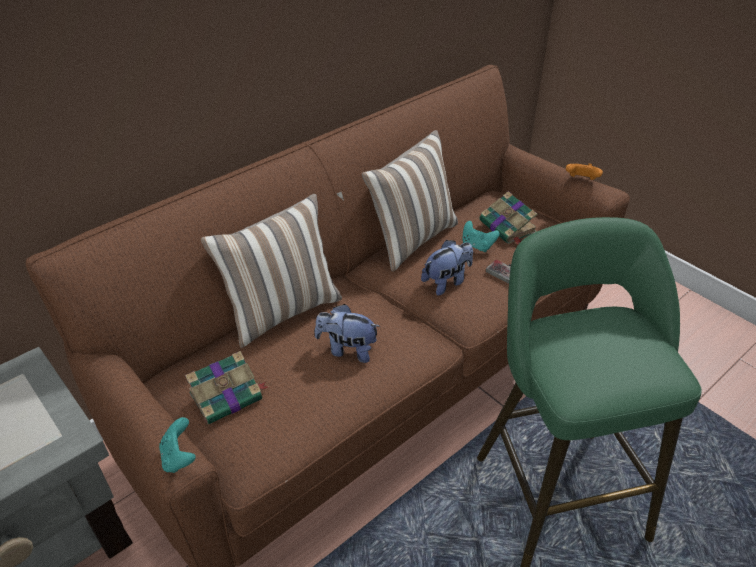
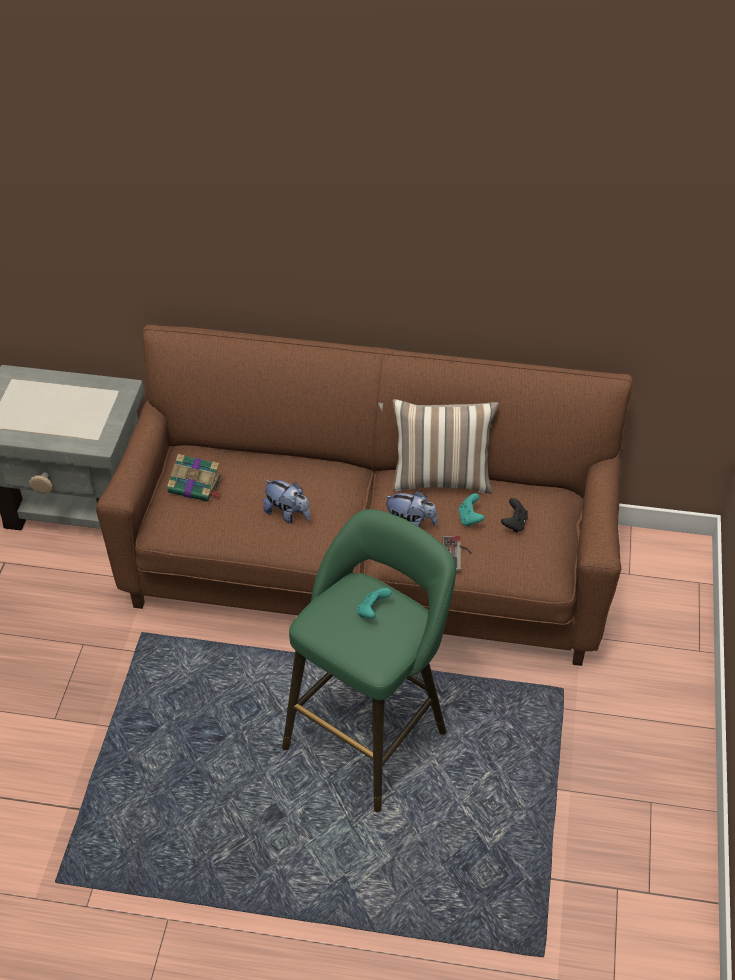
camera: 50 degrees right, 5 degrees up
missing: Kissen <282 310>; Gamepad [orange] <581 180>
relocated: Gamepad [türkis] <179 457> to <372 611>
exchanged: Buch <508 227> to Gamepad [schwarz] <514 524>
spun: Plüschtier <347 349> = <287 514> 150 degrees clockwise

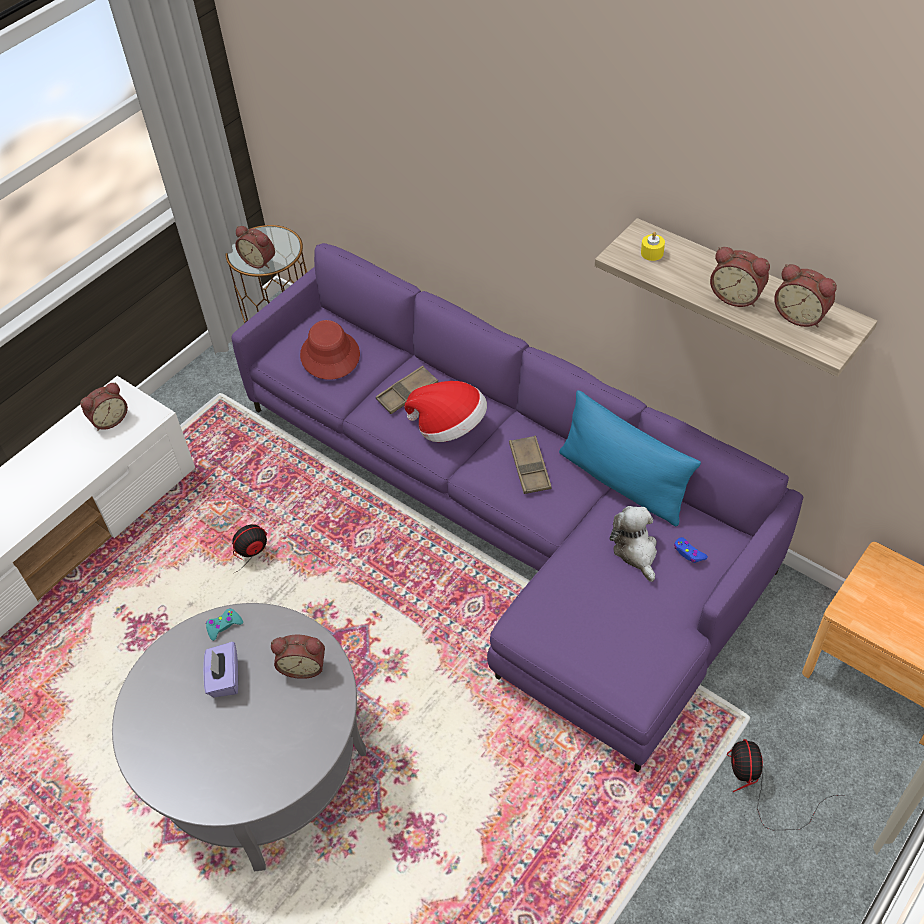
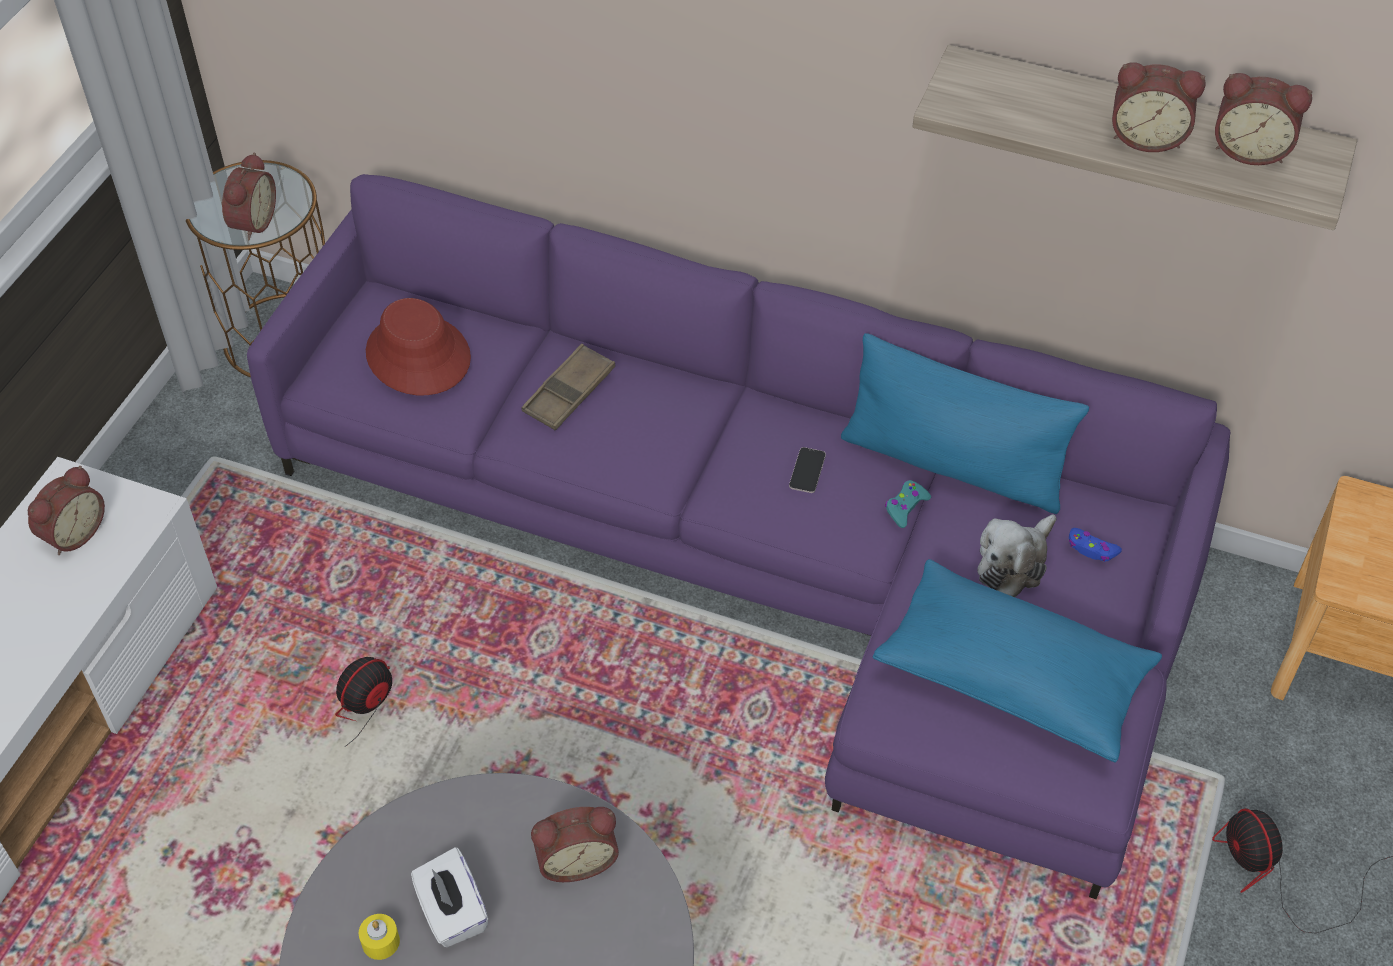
camera: 20 degrees left, 0 degrees up
missing: Hut <450 427>
appeared: Kissen [blau] <1012 678>
relocated: Gamepad [türkis] <224 626> to <905 507>; Kerze [gelb] <652 253> to <380 942>
exchanged: Tablett [braun] <530 468> to Handy <807 471>
colour: Taschentuchbox [lila] <224 678> to Taschentuchbox [weiß] <452 912>
spun: Wecker <260 261> = <251 222> 90 degrees counterclockwise; Plüschtier <636 551> = <1014 563> 105 degrees counterclockwise

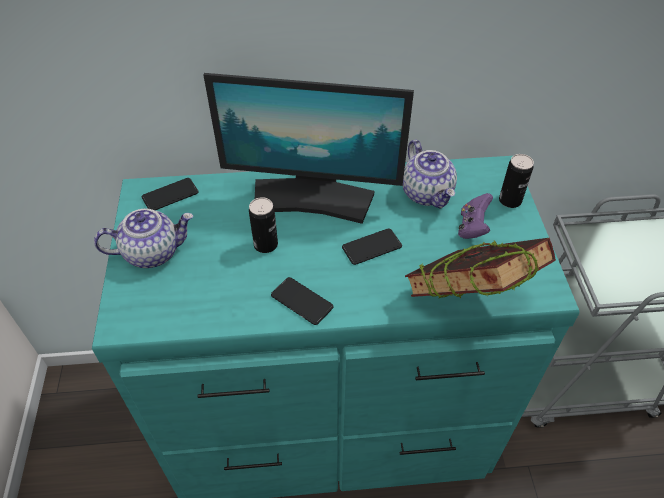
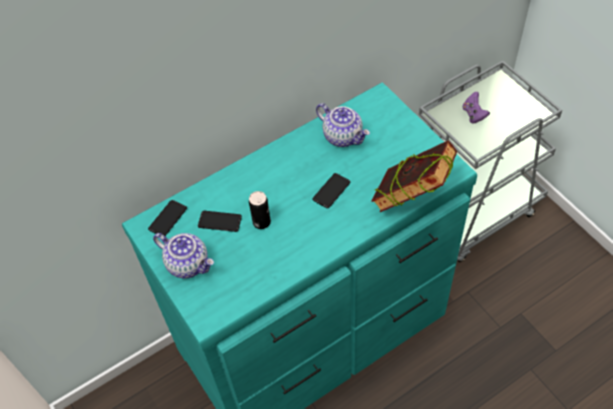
camera: 25 degrees left, 5 degrees up
missing: Monitor <312 198>; Dose <510 200>
relocated: Handy <302 301> to <220 221>; Gamepad [lila] <472 227> to <473 114>
spun: Teekanne <152 252> = <188 264> 75 degrees clockwise

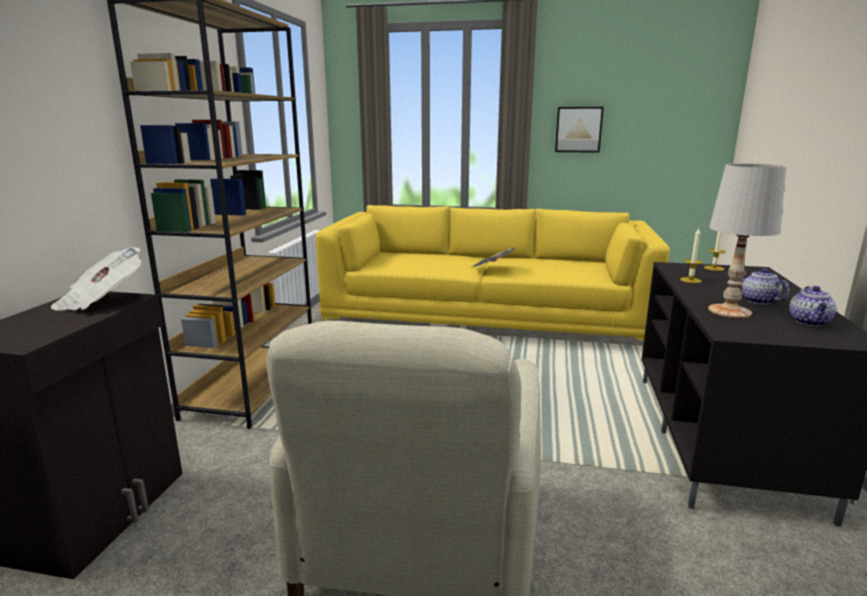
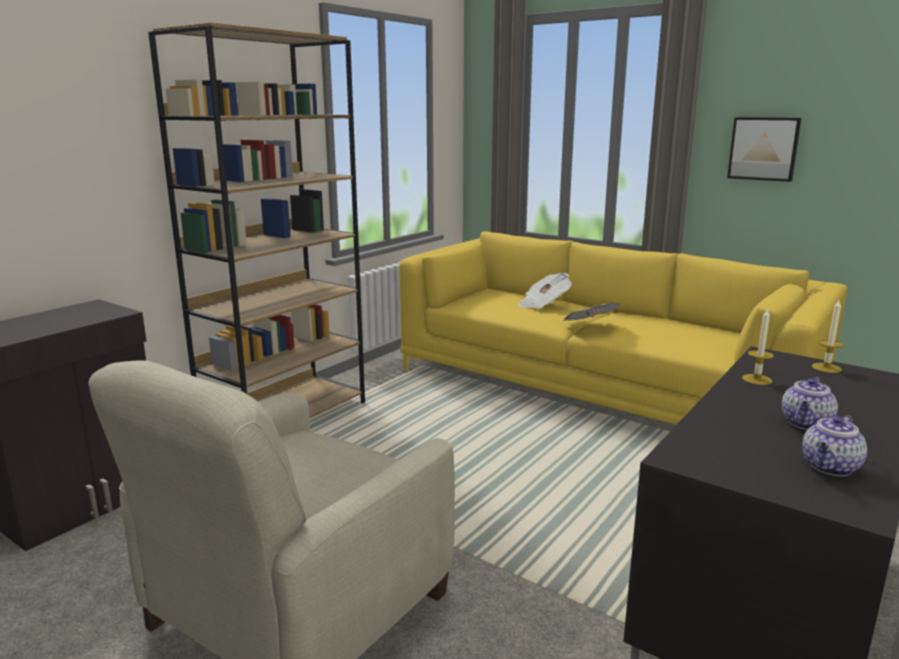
camera: 25 degrees right, 0 degrees up
missing: Tischlampe [weiß] <730 311>
relocated: Zeitung <102 301> to <543 304>
spun: Teekanne <758 301> = <806 424> 150 degrees counterclockwise

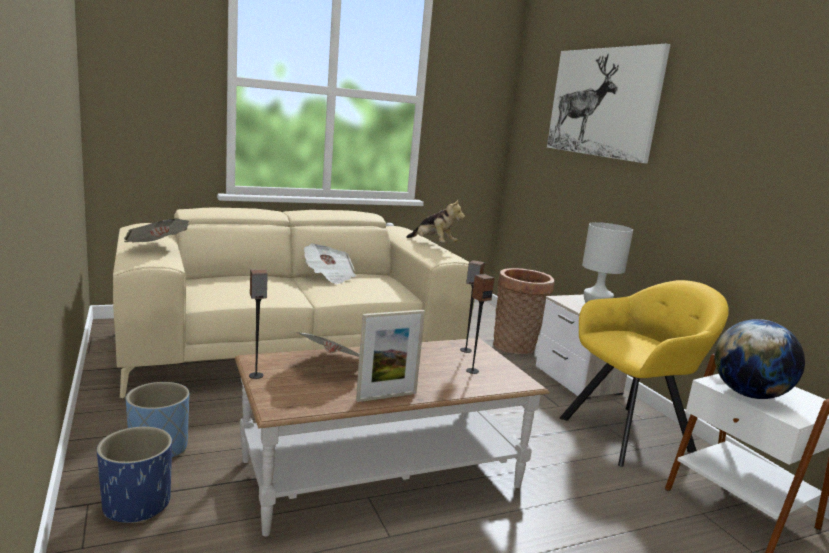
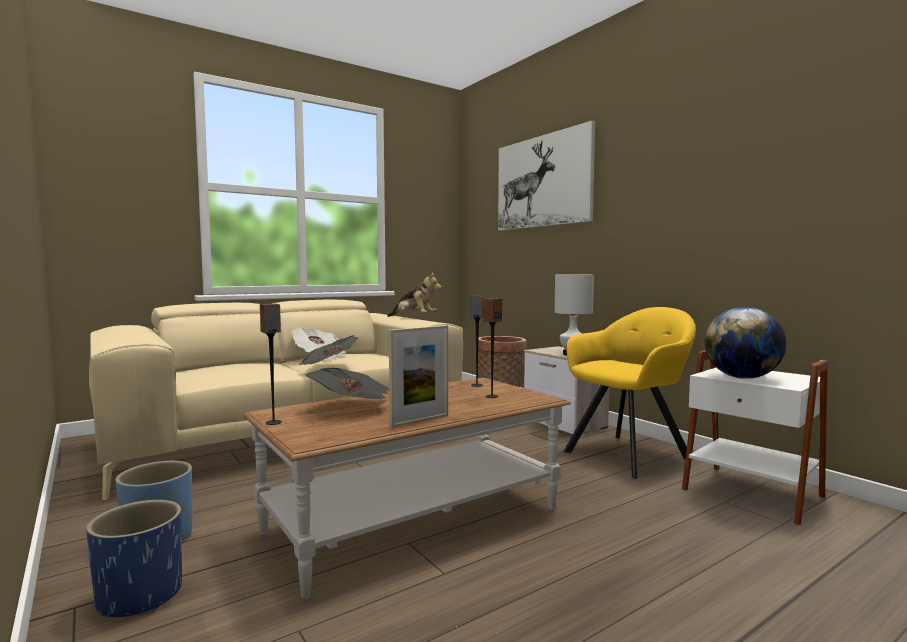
camera: 10 degrees left, 10 degrees down
relocated: Zeitung <156 248> to <328 367>

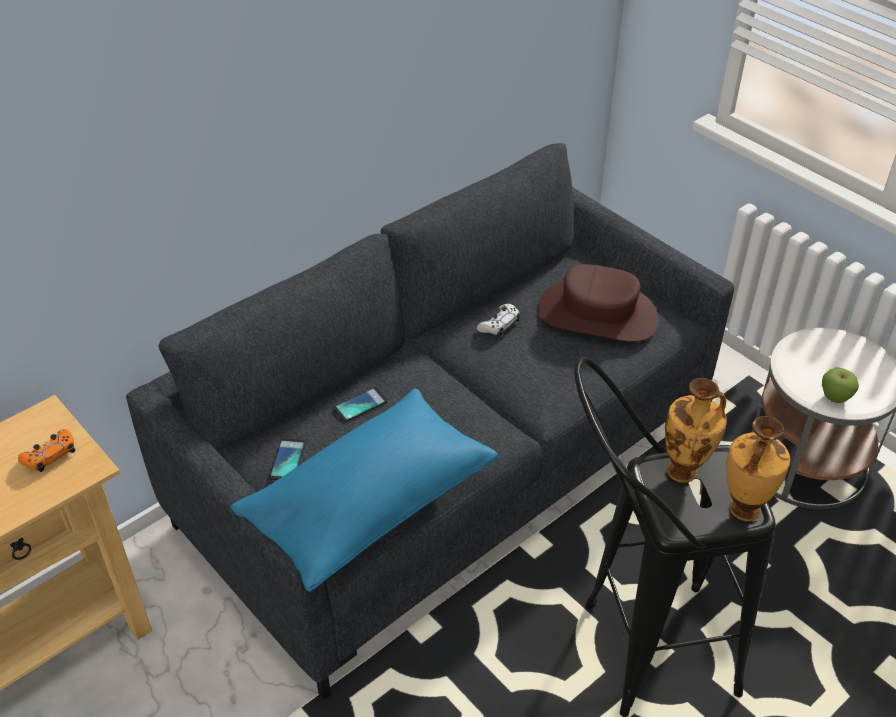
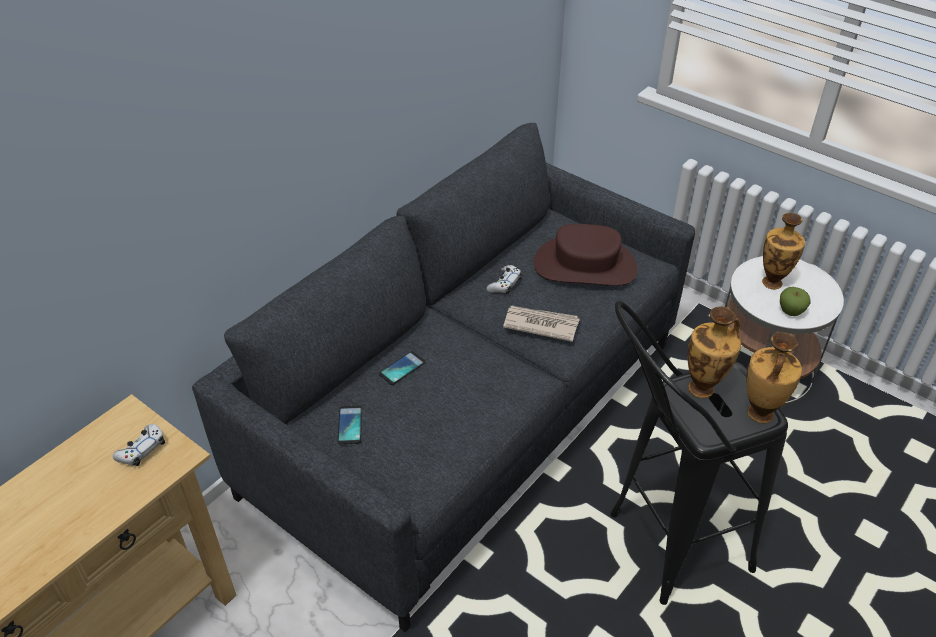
camera: 10 degrees left, 0 degrees up
missing: Kissen [blau] <369 504>
appeared: Zeitung <540 324>; Vase <772 282>
colour: Gamepad [orange] <50 455> to Gamepad [weiß] <141 449>

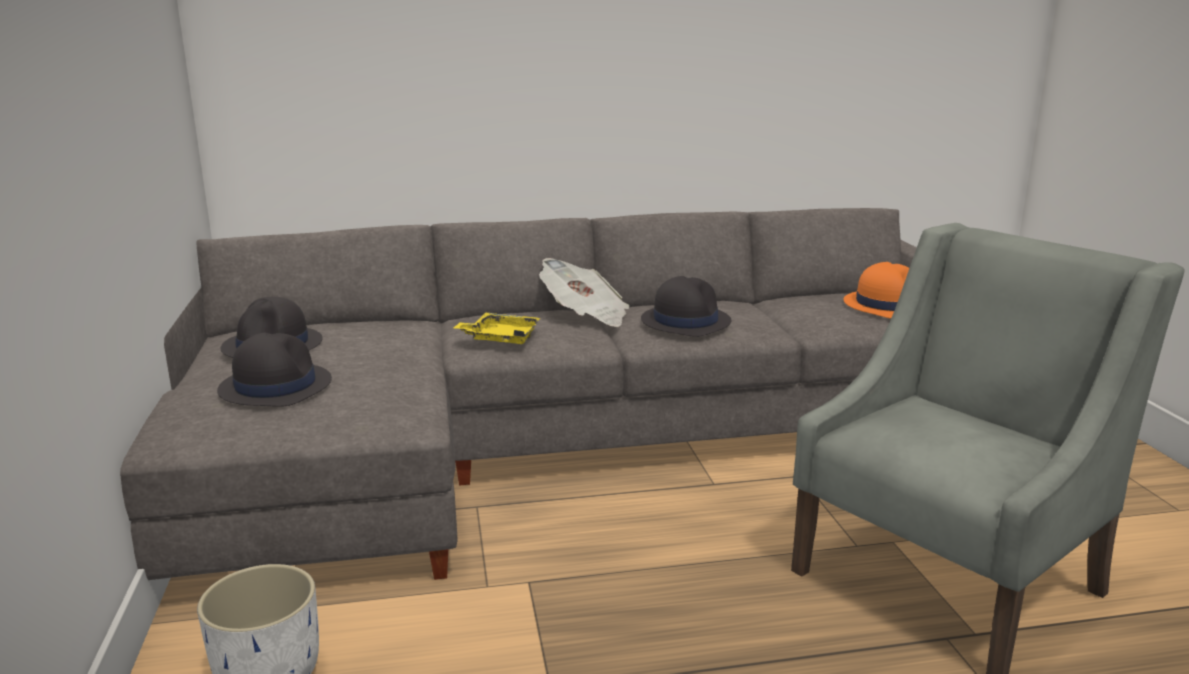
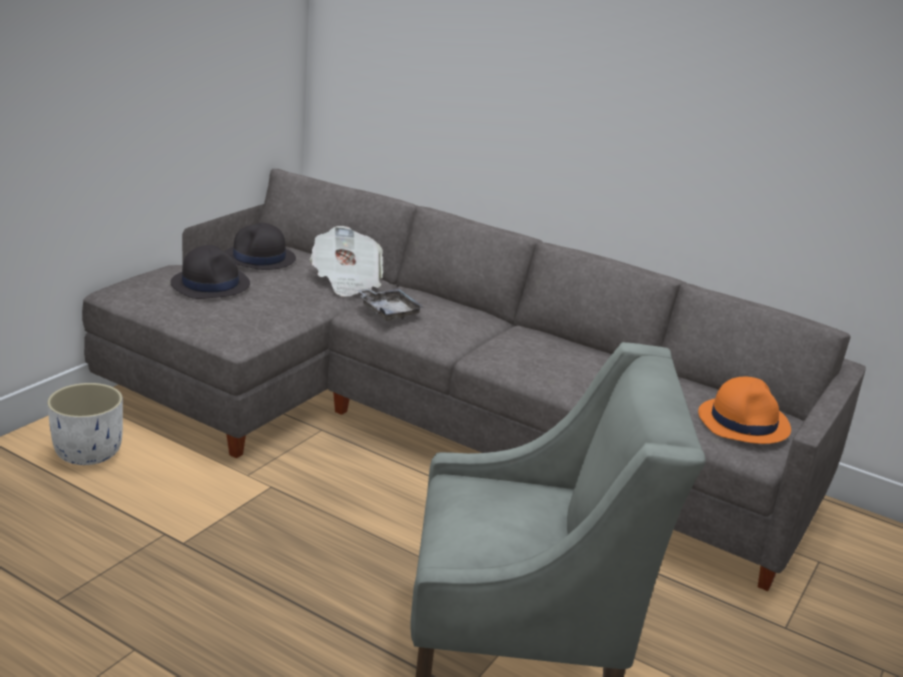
camera: 40 degrees right, 5 degrees up
missing: Hut [schwarz] <685 321>
relocated: Zeitung <585 316> to <346 281>
colour: Tablett [gelb] <500 338> to Tablett [grau] <388 311>

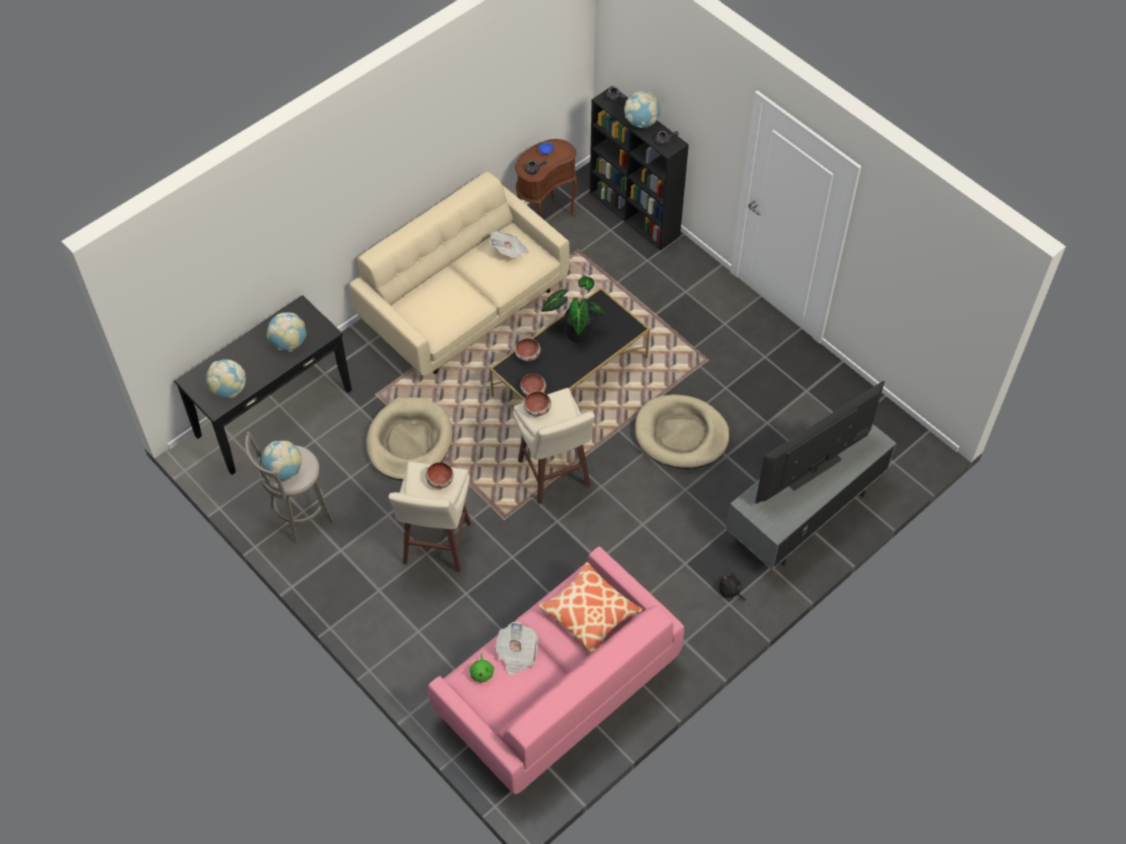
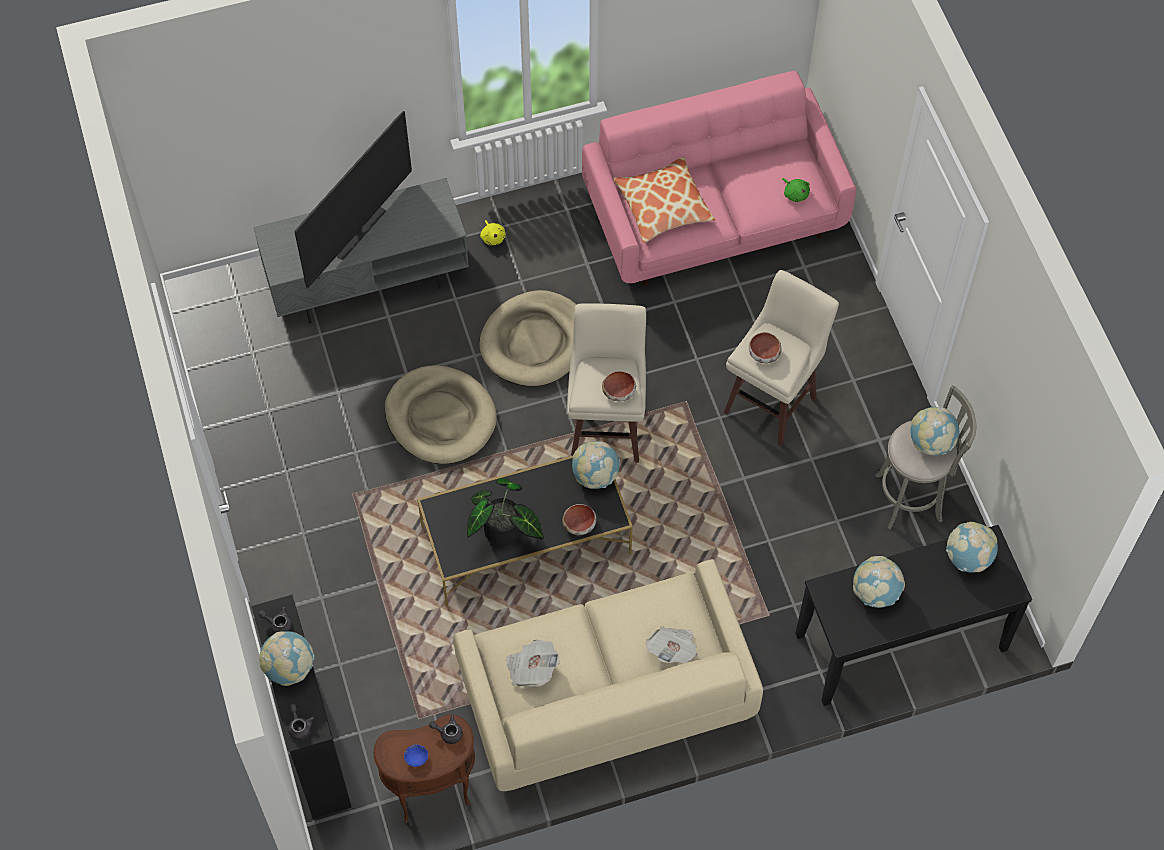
camera: 155 degrees left, 5 degrees up
relocated: Hundebett [beige] <409 441> to <534 342>; Zeitung <516 654> to <673 649>
exchanged: Schüssel <533 391> to Globus <595 475>
colour: Plüschtier [schwarz] <730 591> to Plüschtier [gelb] <493 237>
spun: Plüschtier [grün] <482 672> = <795 193> 120 degrees clockwise; Fernseher <813 471> = <359 232> 45 degrees counterclockwise

